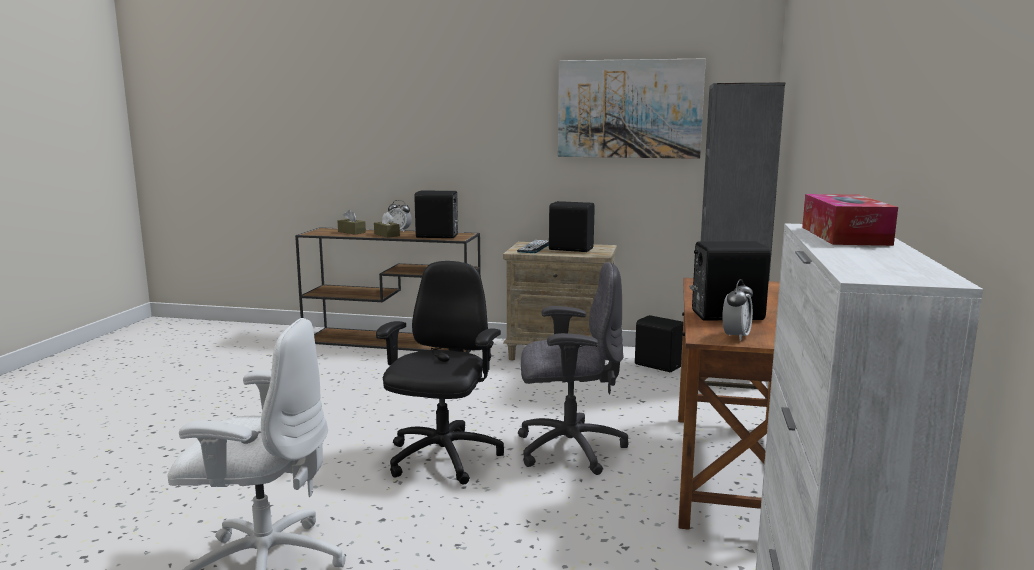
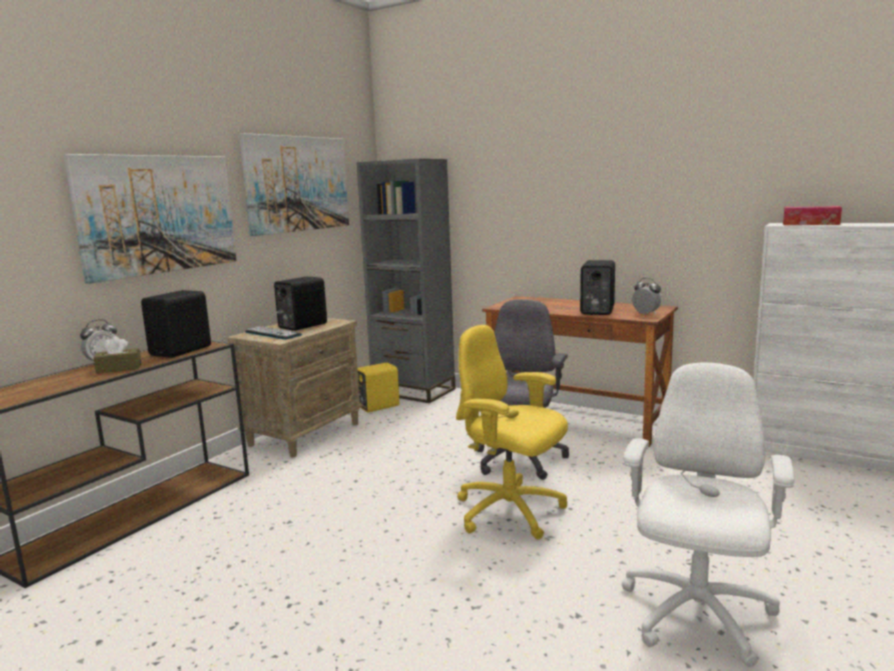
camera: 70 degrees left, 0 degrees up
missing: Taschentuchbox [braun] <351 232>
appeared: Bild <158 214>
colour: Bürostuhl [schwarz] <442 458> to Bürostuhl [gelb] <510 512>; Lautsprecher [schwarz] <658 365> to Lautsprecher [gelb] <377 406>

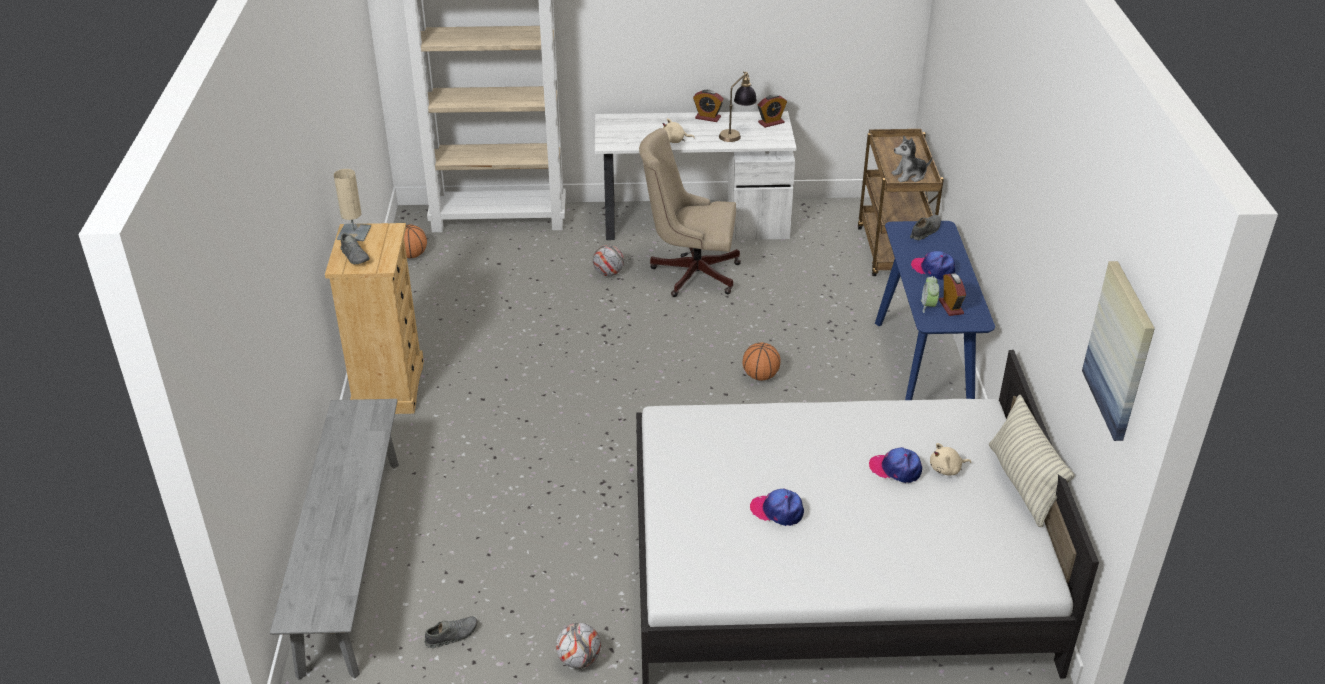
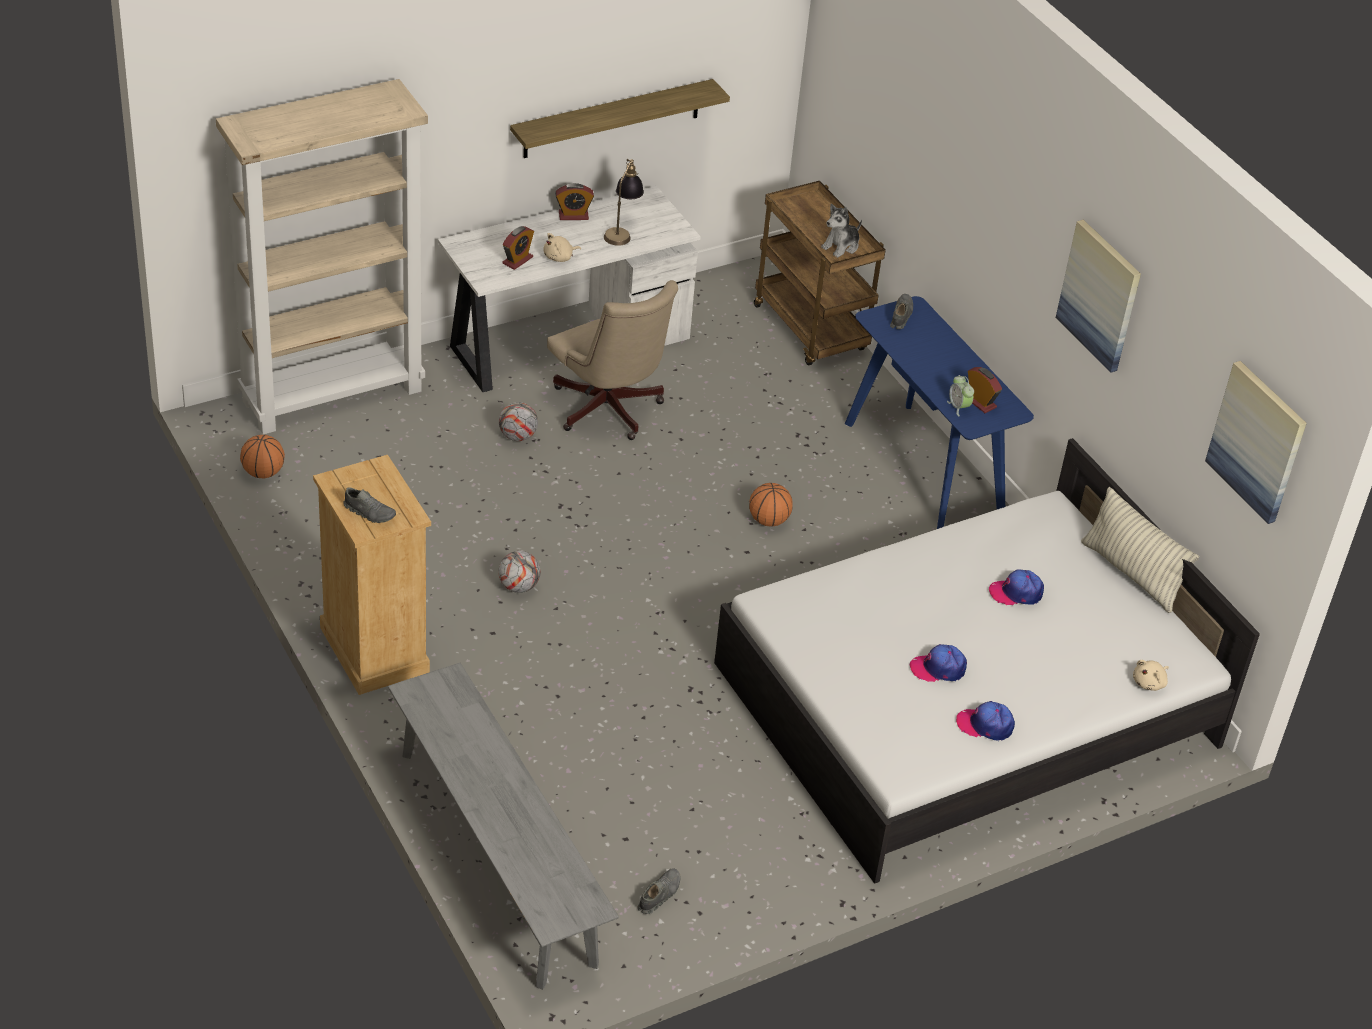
camera: 30 degrees left, 5 degrees up
missing: Tischlampe [beige] <354 233>
appeared: Wandregal <612 119>; Bild <1100 295>
relocated: Fußball <579 660> to <518 586>; Wecker <771 122> to <517 260>; Kappe <933 269> to <985 725>; Plüschtier [beige] <947 469> to <1150 683>
spun: Bürostuhl [beige] <690 273> = <609 412> 105 degrees counterclockwise

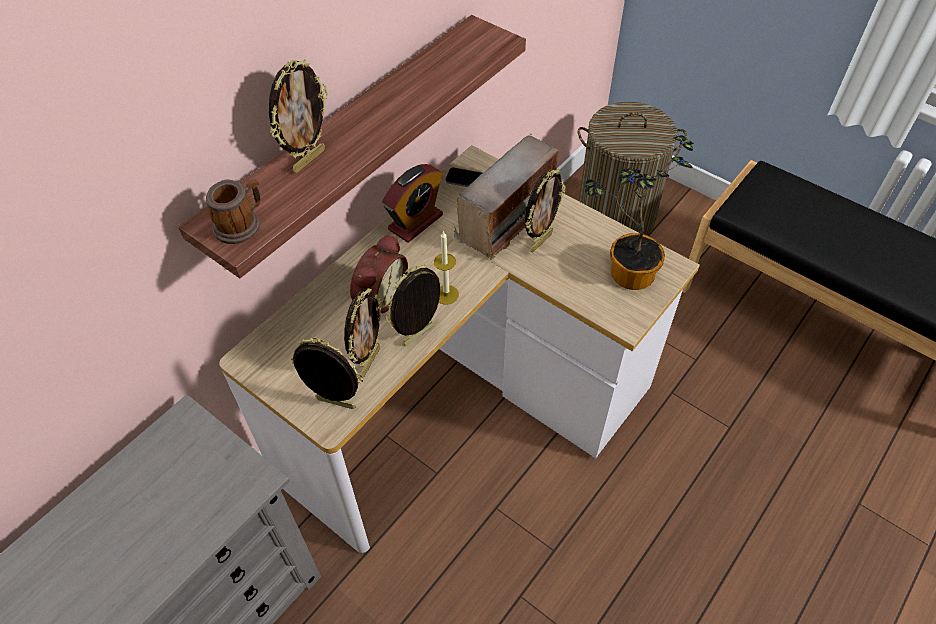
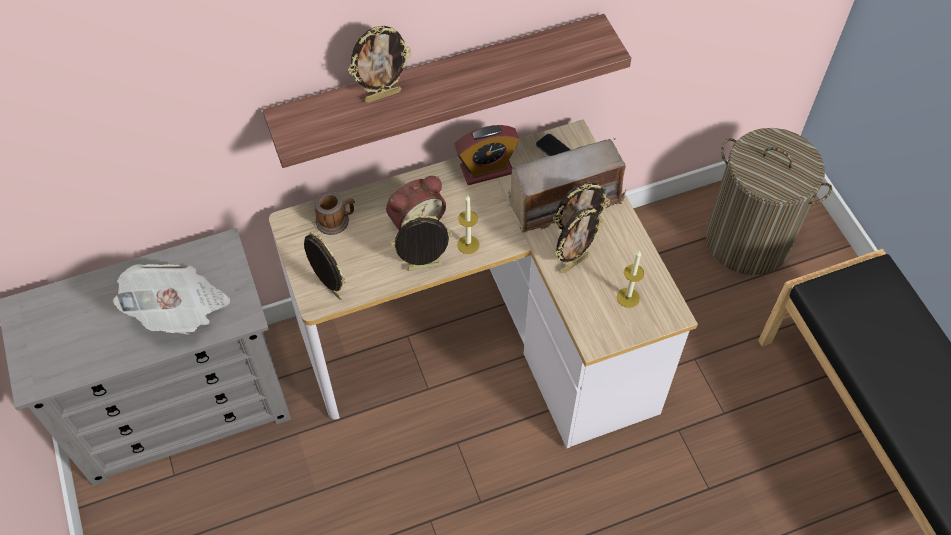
camera: 30 degrees right, 5 degrees up
appeared: Zeitung <179 310>
relocated: Henkelbecher <241 224> to <336 220>; Bilderrahmen <369 361> to <574 263>
exchanged: Topfpflanze <625 271> to Kerze <628 297>

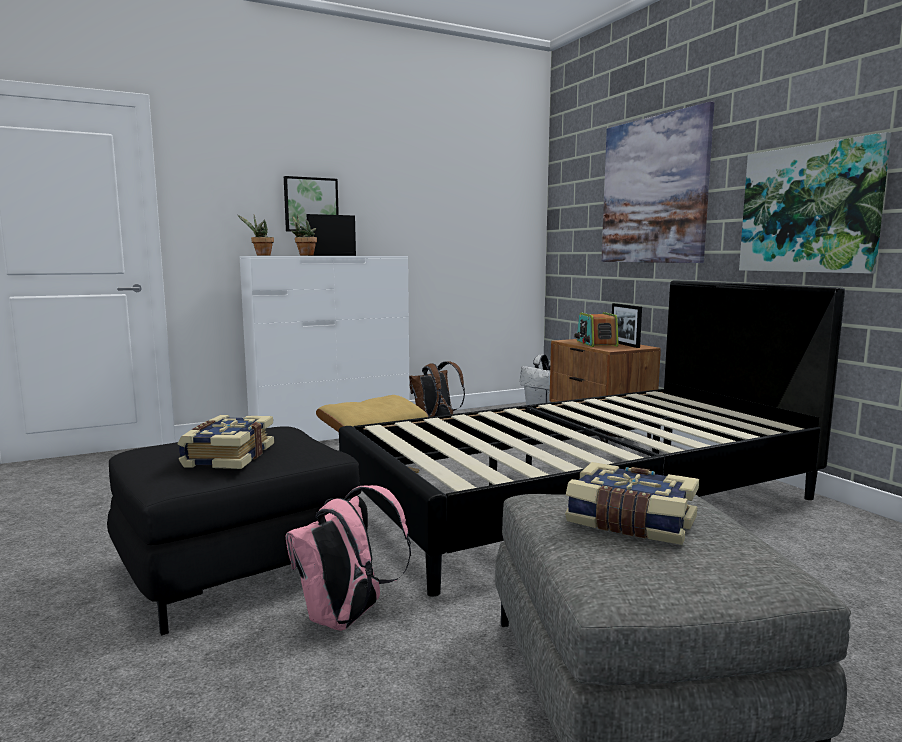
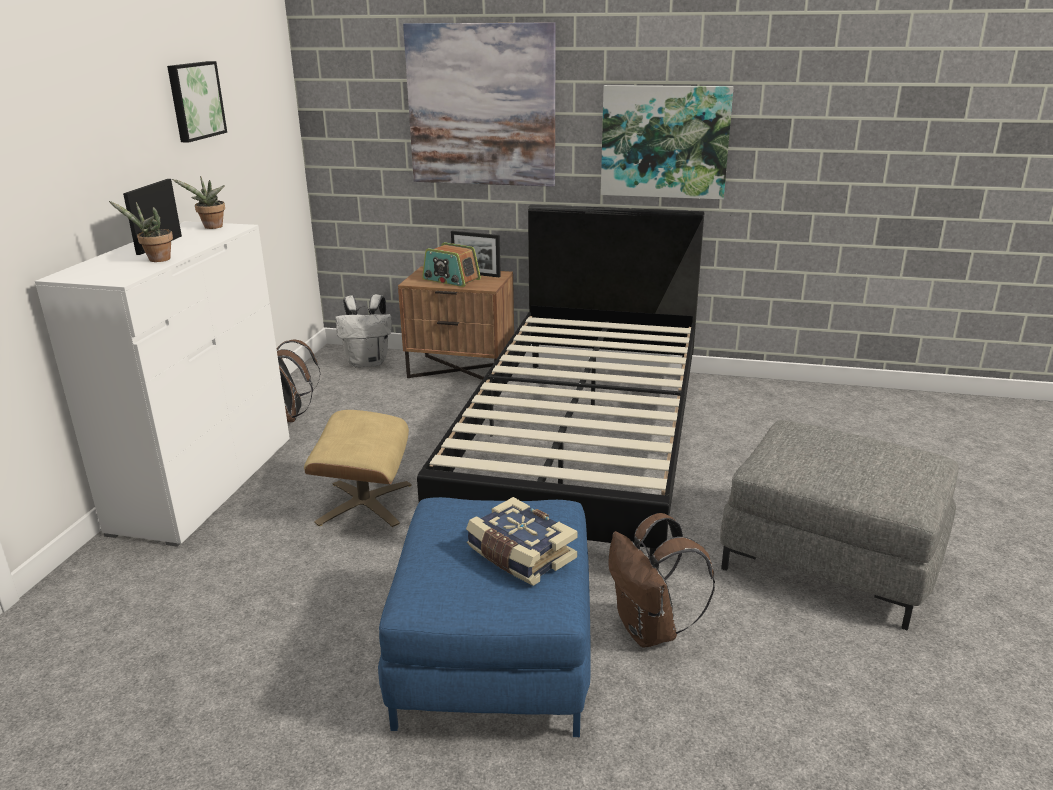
camera: 50 degrees left, 15 degrees up
missing: Buch <630 523>
relocated: Topfpflanze <261 255> to <211 227>; Bild <311 205> to <194 100>
colour: Polsterhocker [schwarz] <241 566> to Polsterhocker [blau] <493 655>; Rucksack [rosa] <347 619> to Rucksack [braun] <650 630>

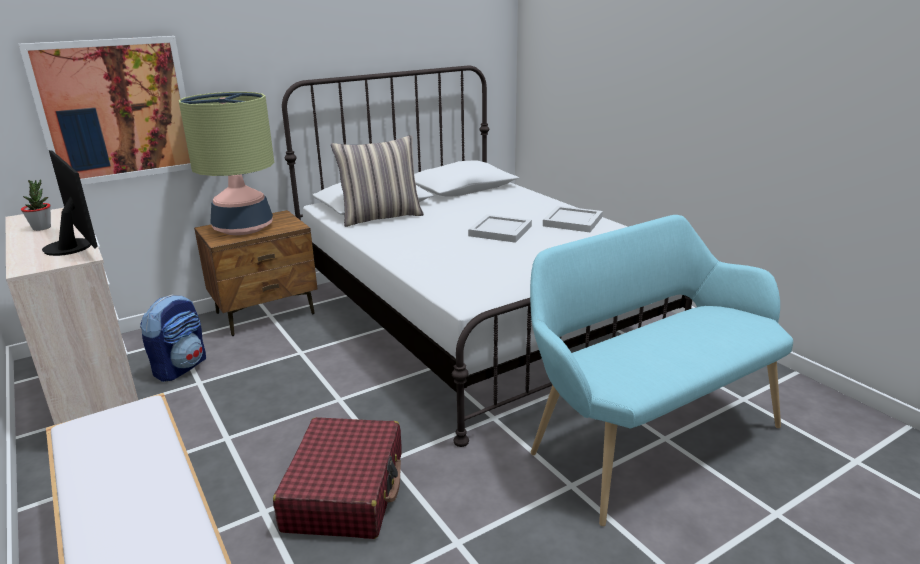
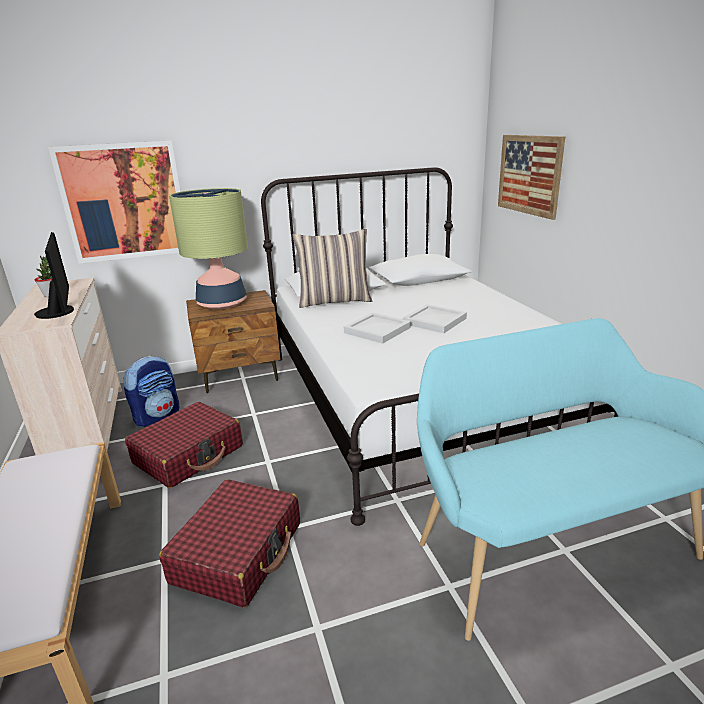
camera: 15 degrees right, 0 degrees up
appeared: Koffer [rot] <189 455>; Bild <529 174>
relocated: Tablett [weiß] <571 222> to <376 330>

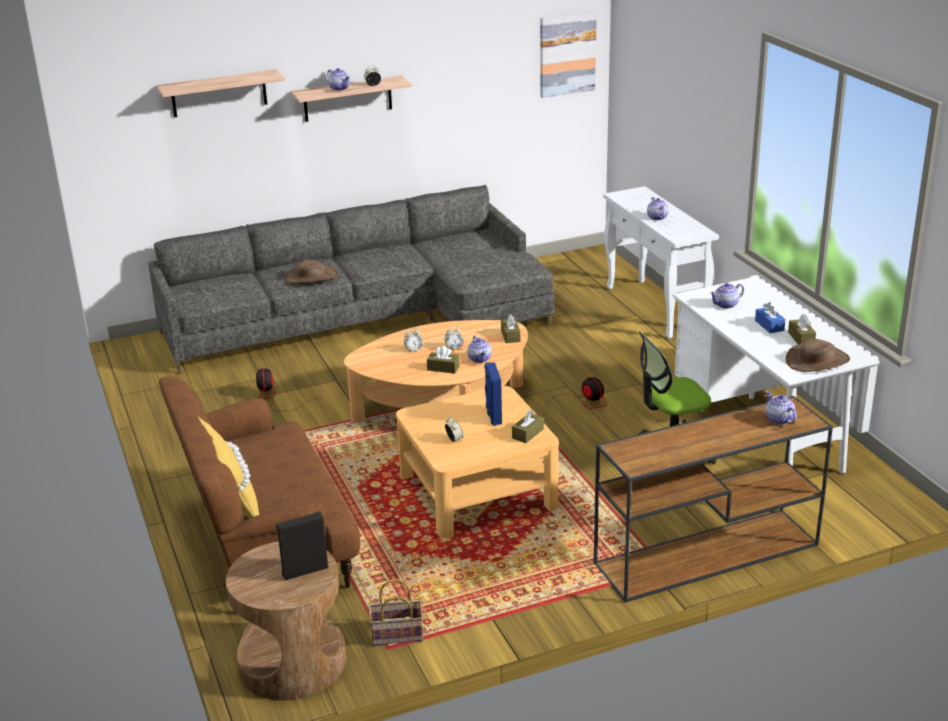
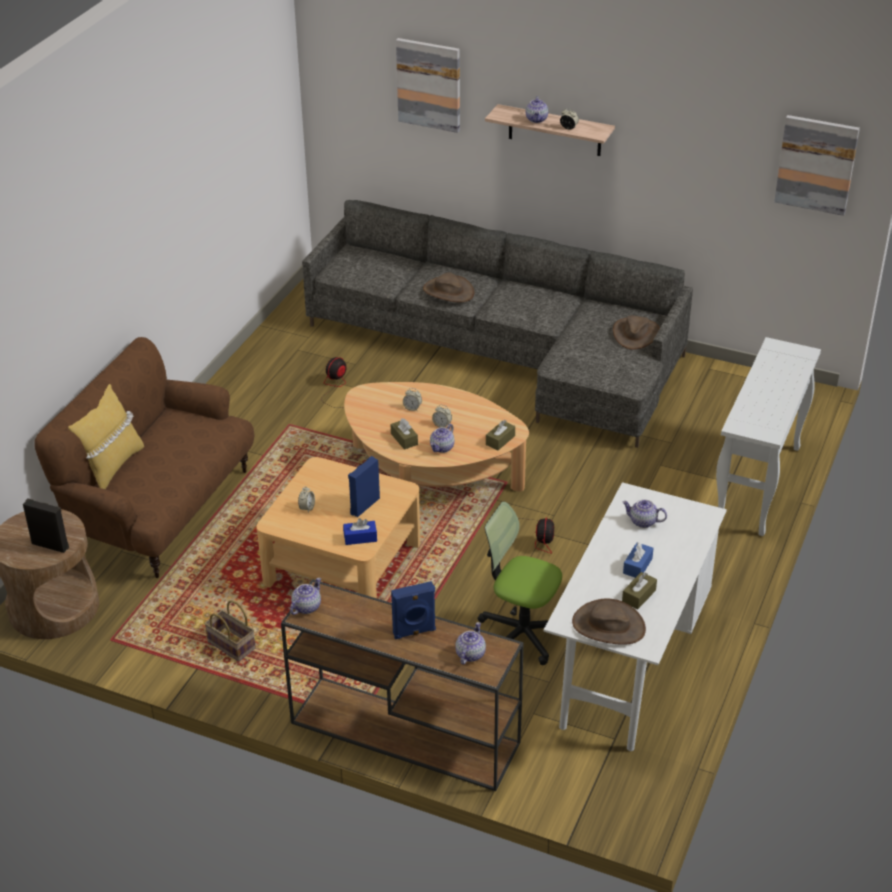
camera: 45 degrees right, 10 degrees up
appeared: Lautsprecher [blau] <414 632>; Hut [braun] <635 334>
relocated: Korb <396 635> to <230 645>; Teekanne <657 217> to <306 606>
exchanged: Wandregal <219 93> to Bild <429 84>
colour: Taschentuchbox [braun] <527 434> to Taschentuchbox [blau] <360 538>

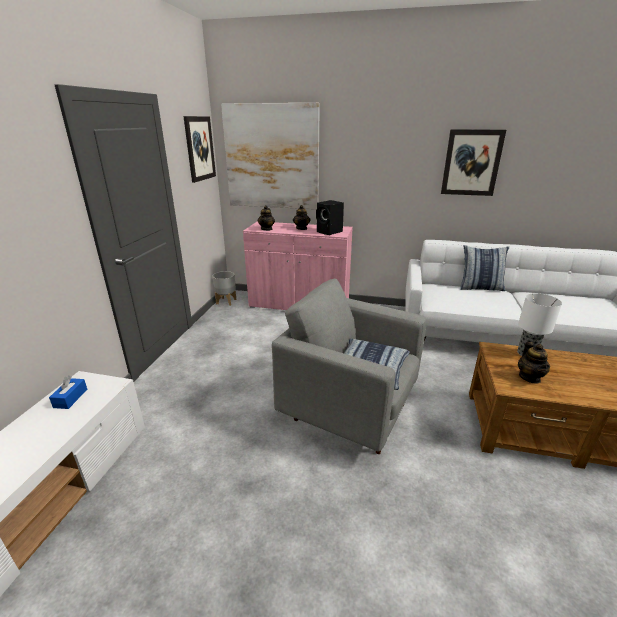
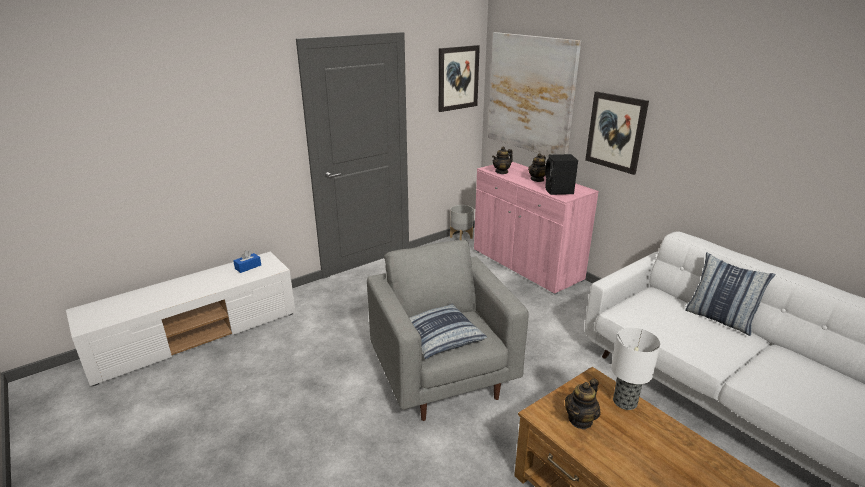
camera: 40 degrees right, 0 degrees up
relocated: Bild <471 163> to <615 132>

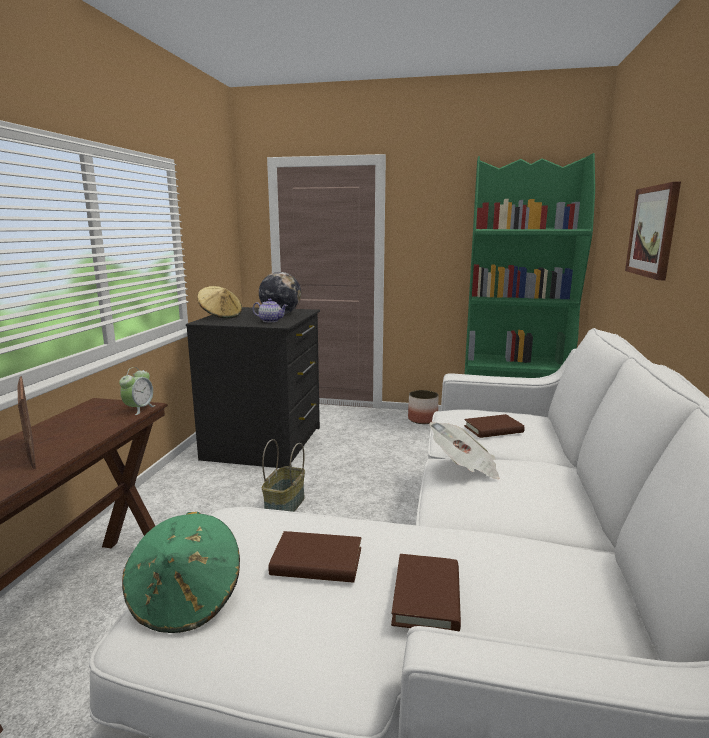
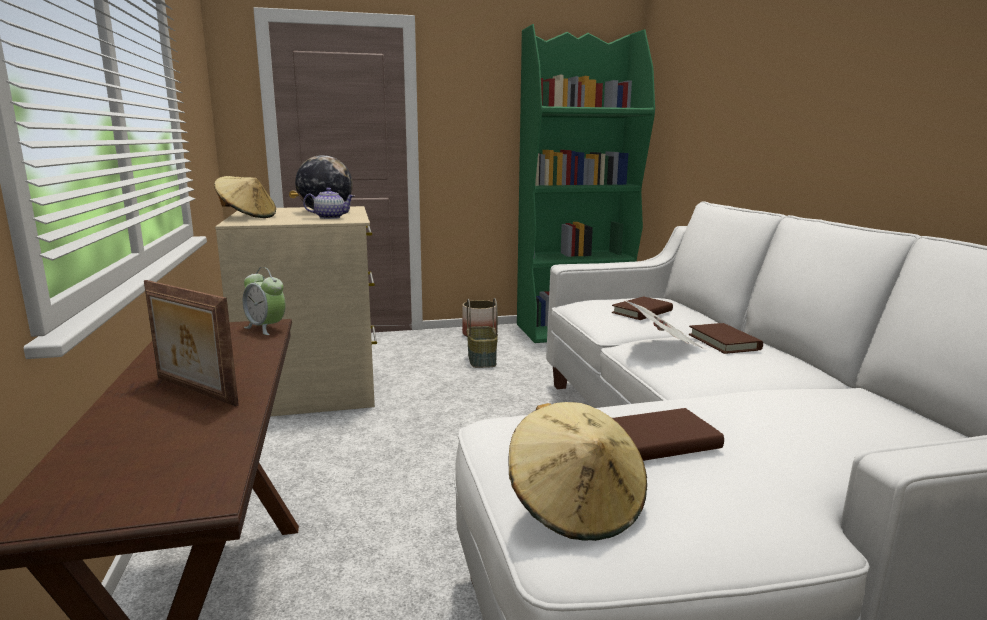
camera: 25 degrees left, 0 degrees up
missing: Bild <653 231>
relocated: Korb <285 506> to <482 359>; Buch [braun] <427 596> to <724 342>
colour: Hut [grün] <186 600> to Hut [beige] <576 507>; Kommode [schwarz] <265 443> to Kommode [beige] <313 385>
spun: Wecker <139 409> = <266 328> 135 degrees clockwise

